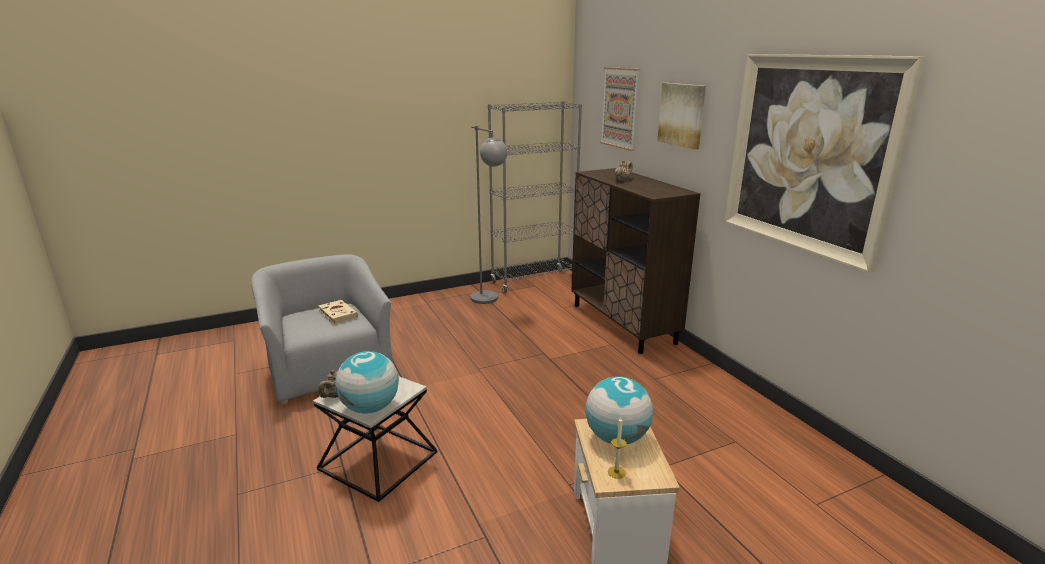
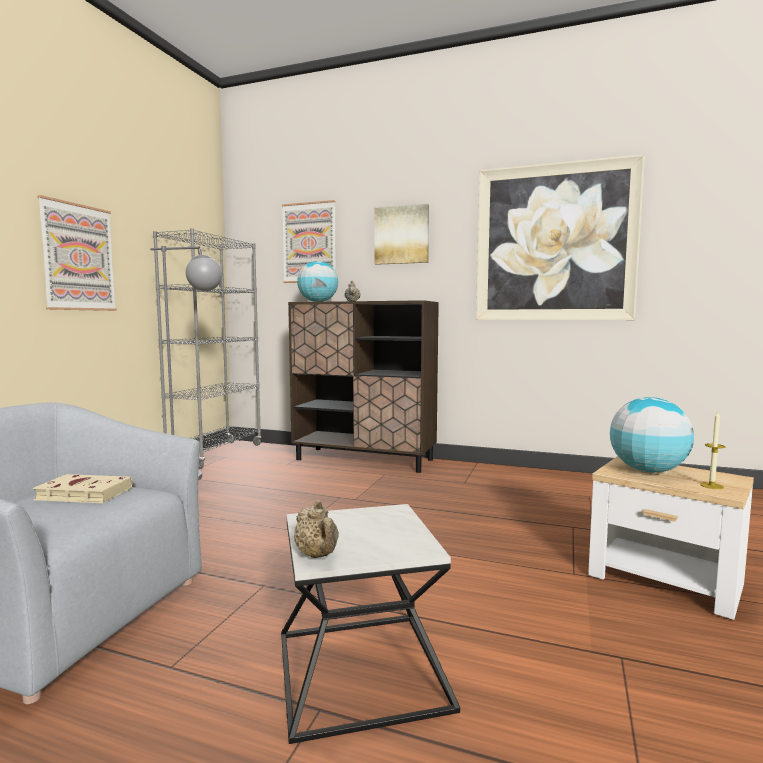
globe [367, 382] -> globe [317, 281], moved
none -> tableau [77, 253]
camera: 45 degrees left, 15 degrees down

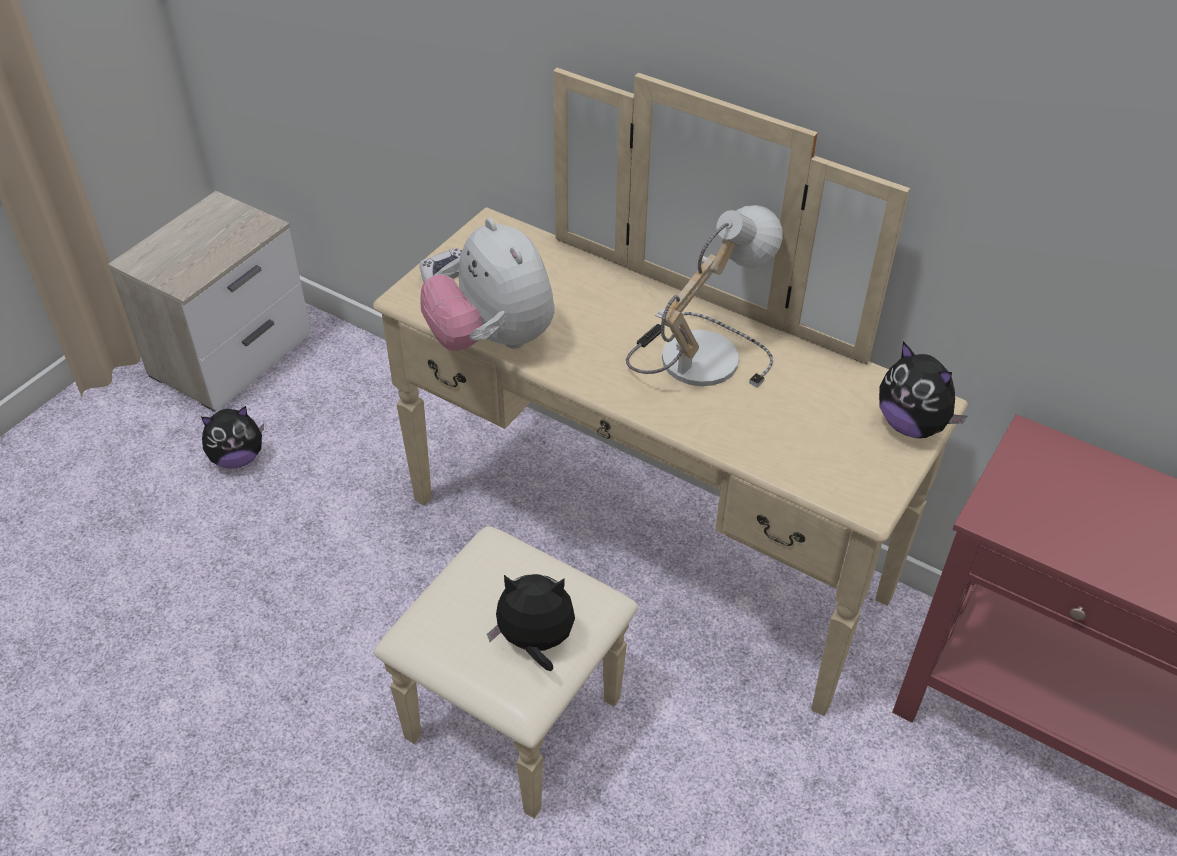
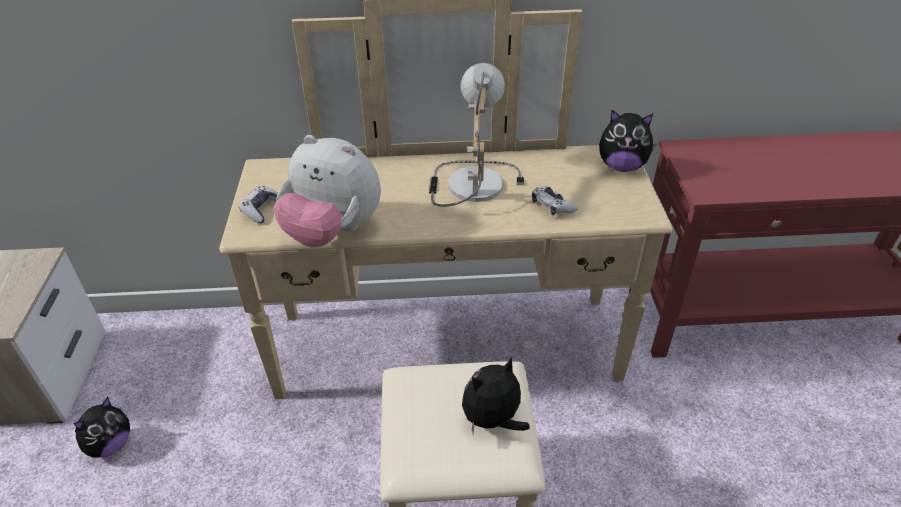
none -> manette [555, 200]
camera: 35 degrees left, 5 degrees down

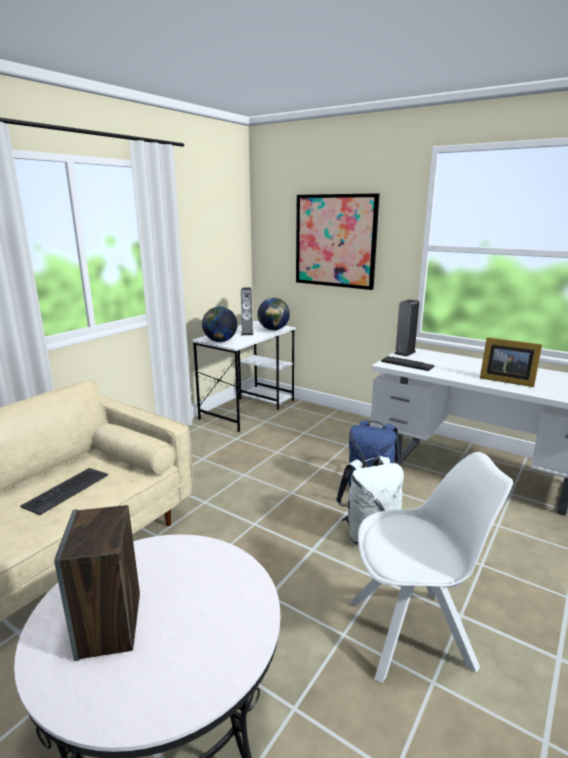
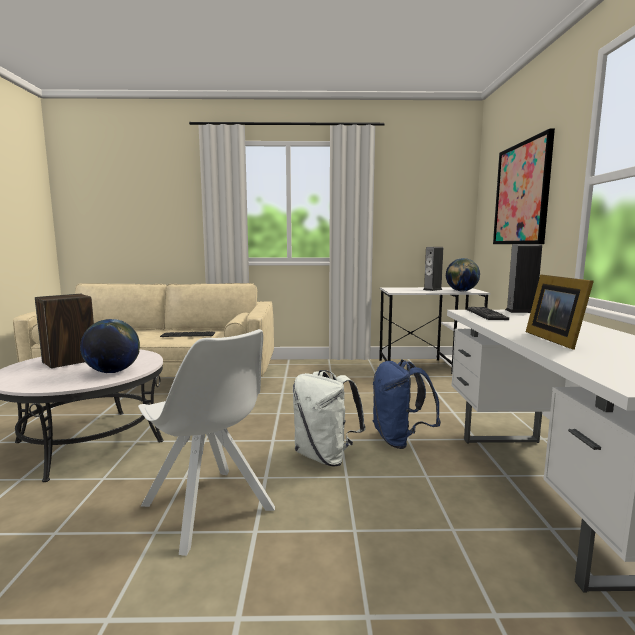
globe [219, 324] -> globe [110, 346], moved
camera: 55 degrees right, 10 degrees down

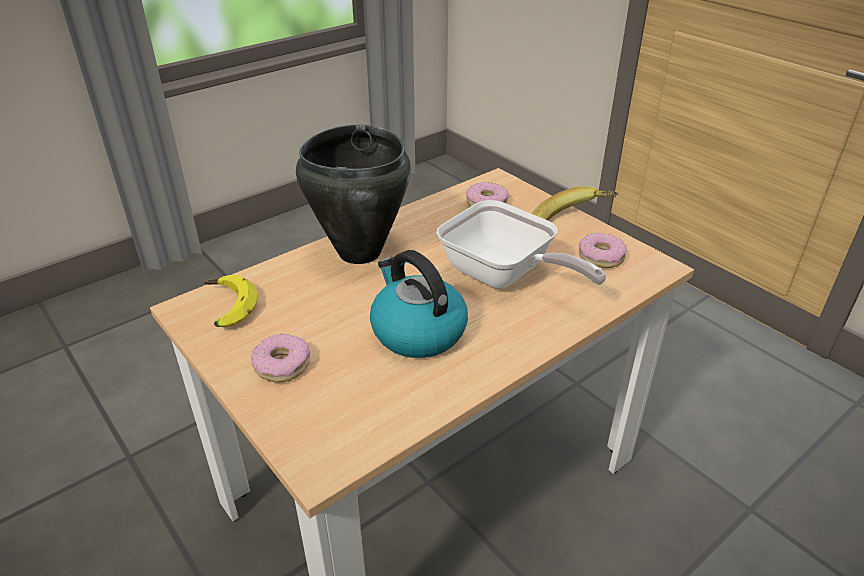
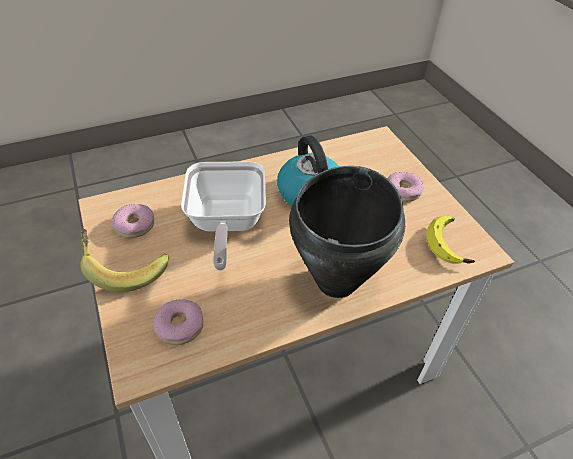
poêle [521, 244] -> poêle [223, 216], 150 degrees counterclockwise
camera: 165 degrees left, 10 degrees up

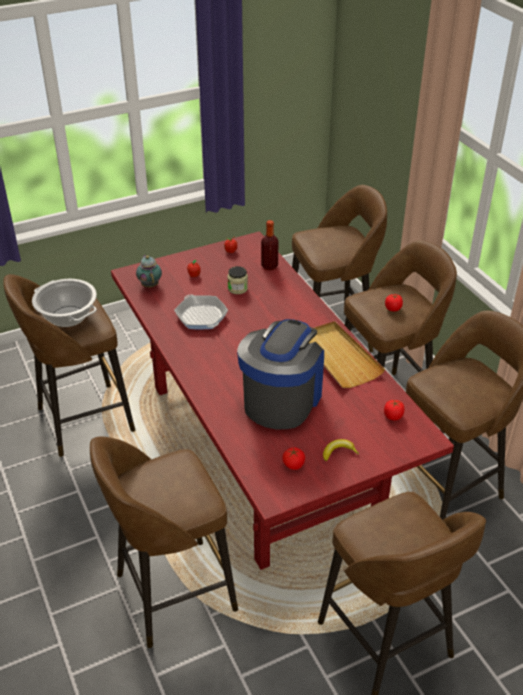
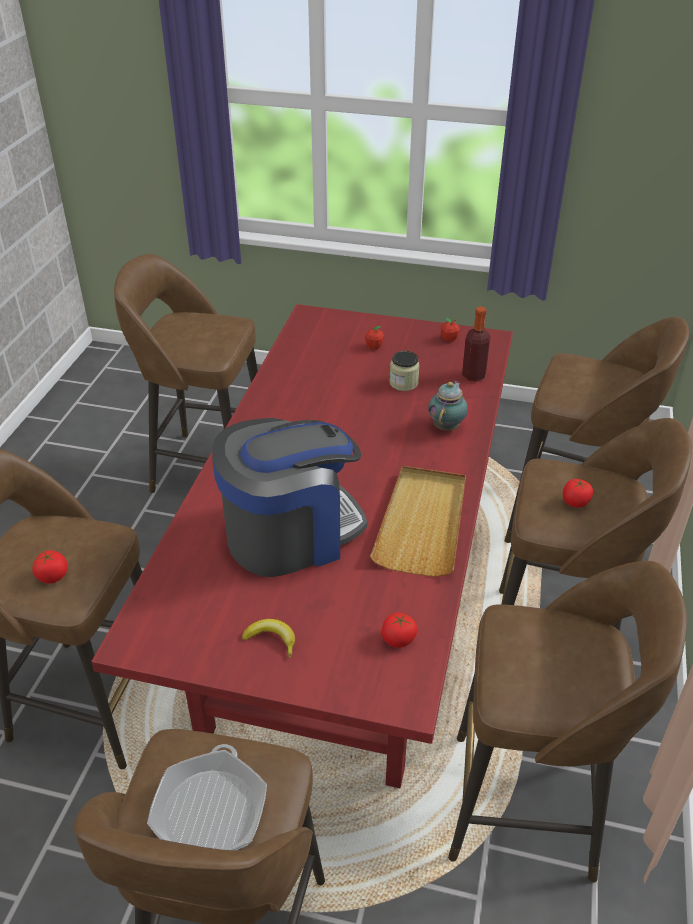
marmite [64, 303] -> none
théière [149, 271] -> théière [448, 405], moved
poêle [201, 311] -> poêle [207, 797], moved
tomate [293, 458] -> tomate [50, 567], moved
camera: 40 degrees right, 0 degrees up

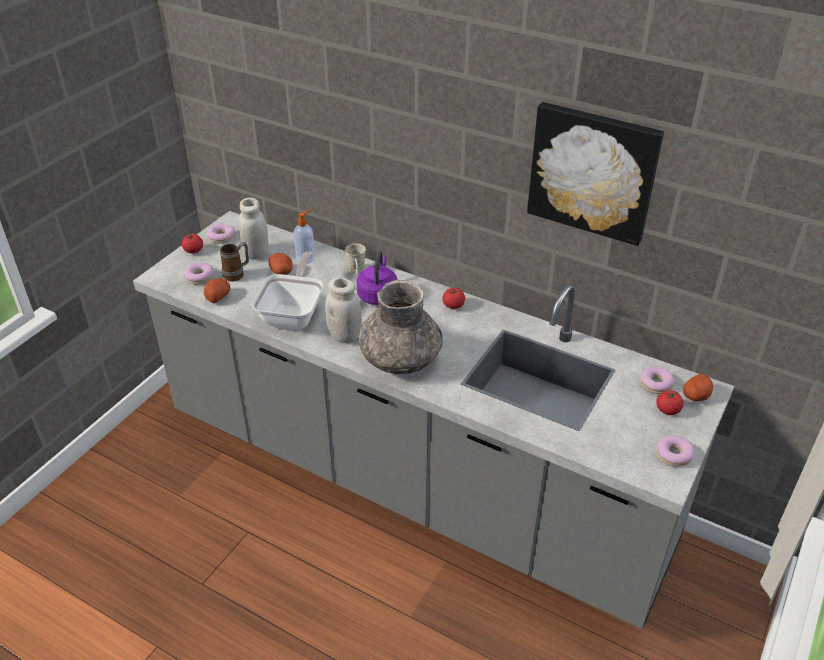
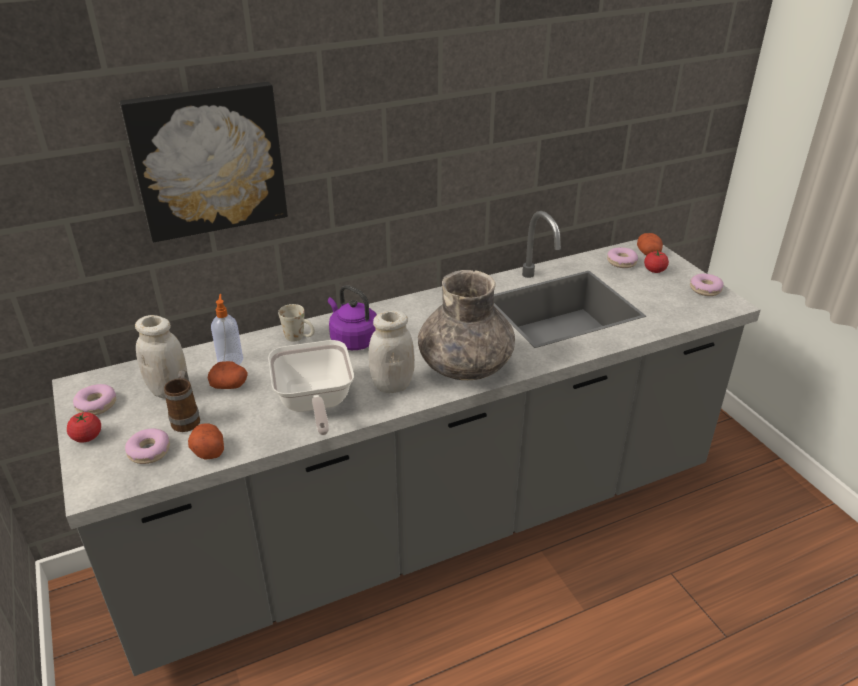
poêle [287, 291] -> poêle [311, 387], 150 degrees counterclockwise
tomate [453, 298] -> none
tableau [595, 174] -> tableau [204, 162], moved
camera: 55 degrees left, 5 degrees down

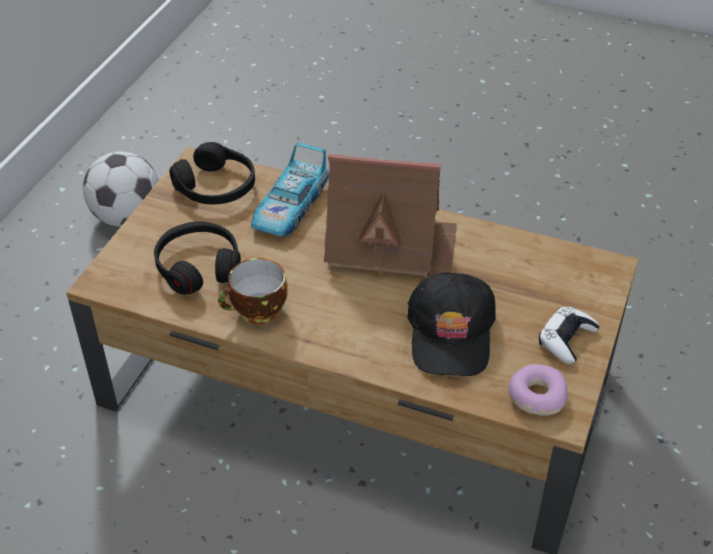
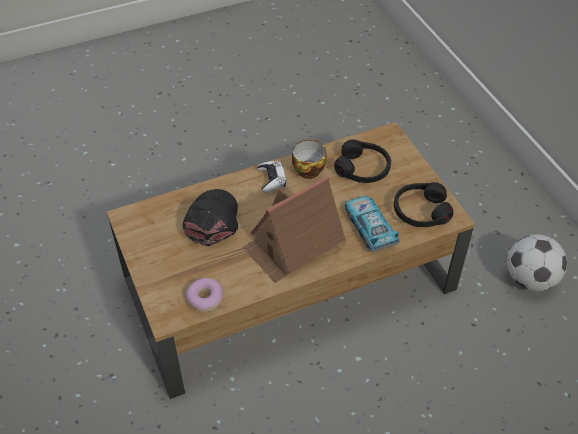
casquette (noir) [451, 324] -> casquette (noir) [210, 218], 45 degrees clockwise
beignet [538, 390] -> beignet [204, 295], moved
manette (blanc) [569, 335] -> manette (blanc) [271, 177], moved
camera: 135 degrees right, 5 degrees up

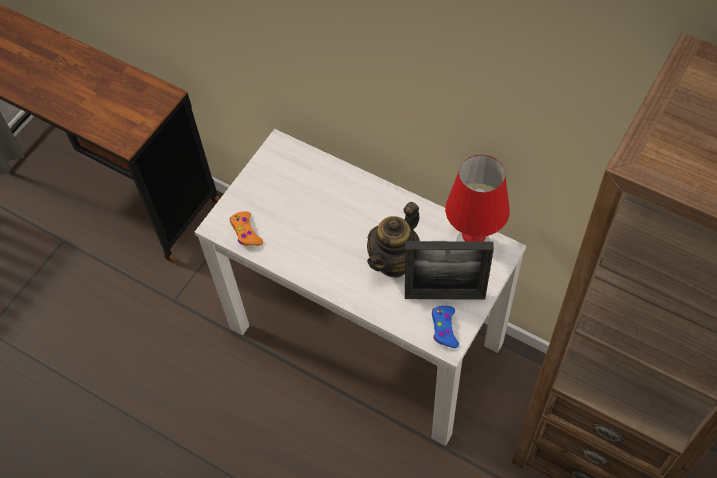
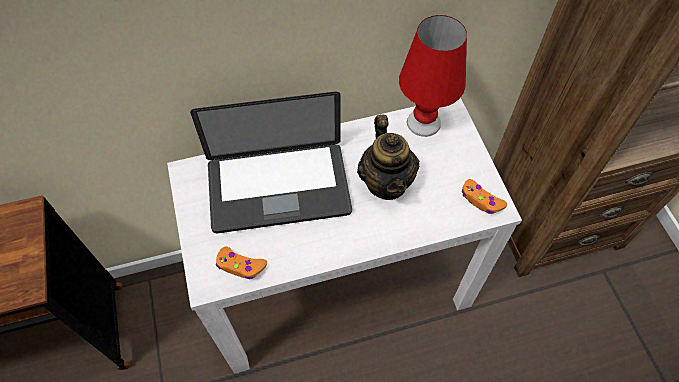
cadre photo [449, 270] -> none
manette (bleu) [445, 327] -> manette (orange) [484, 196]
none -> ordinateur portable [271, 162]
camera: 50 degrees left, 0 degrees up

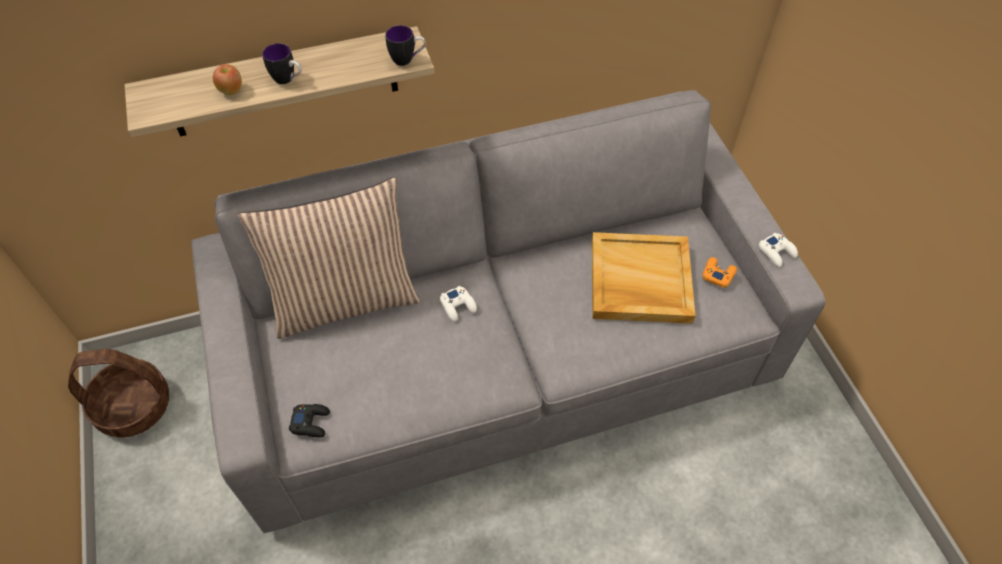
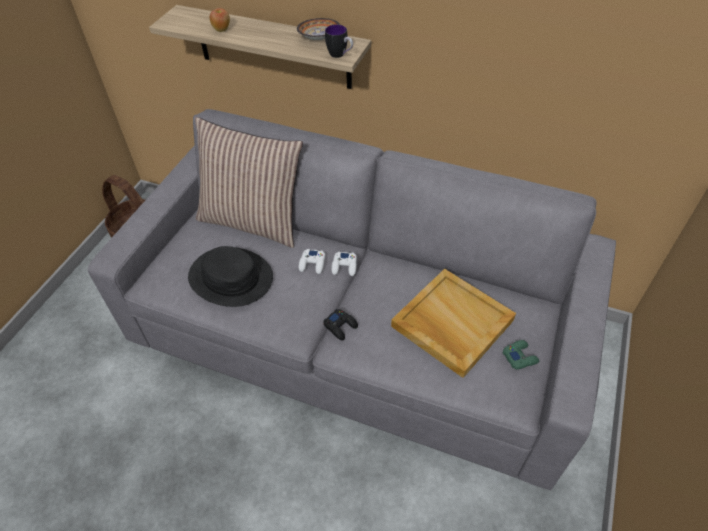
mug [282, 63] -> none
manette (noir) [309, 420] -> manette (noir) [340, 324], moved
manette (orange) [719, 272] -> manette (vert) [520, 355]
manette (blanc) [778, 250] -> manette (blanc) [344, 264], moved
none -> chapeau (noir) [230, 276]
none -> bol [318, 29]
camera: 40 degrees right, 5 degrees down

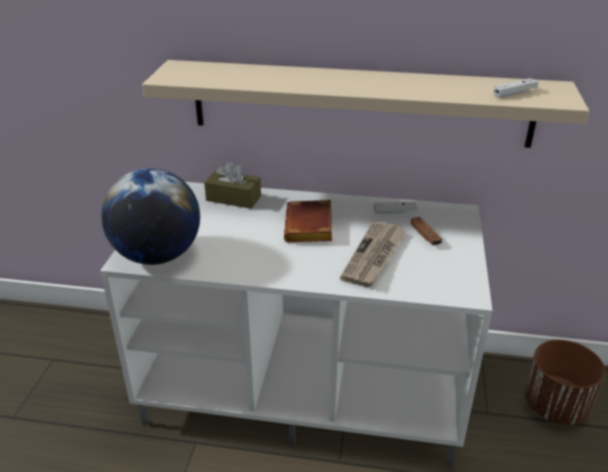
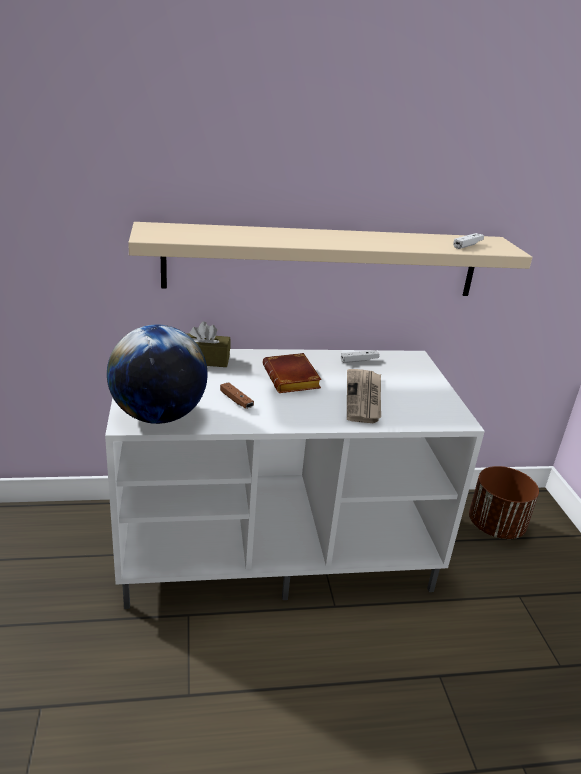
manette (marron) [426, 231] -> manette (marron) [237, 395], moved
camera: 20 degrees left, 5 degrees down

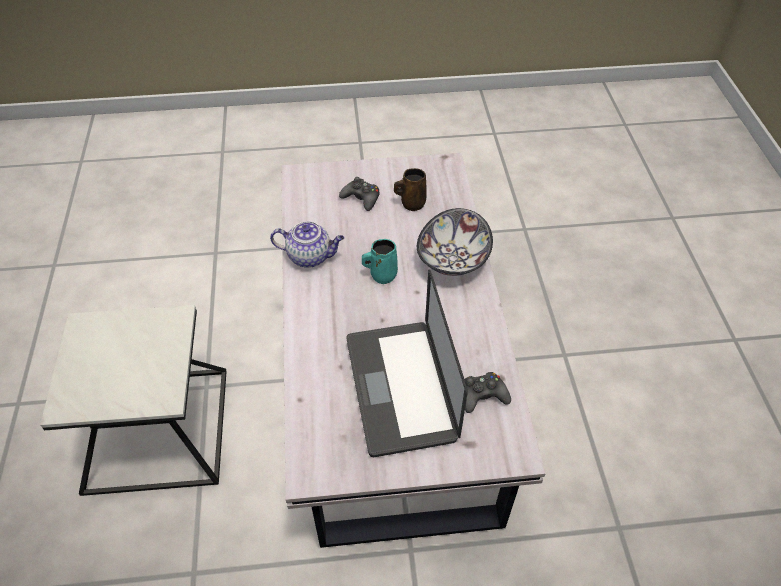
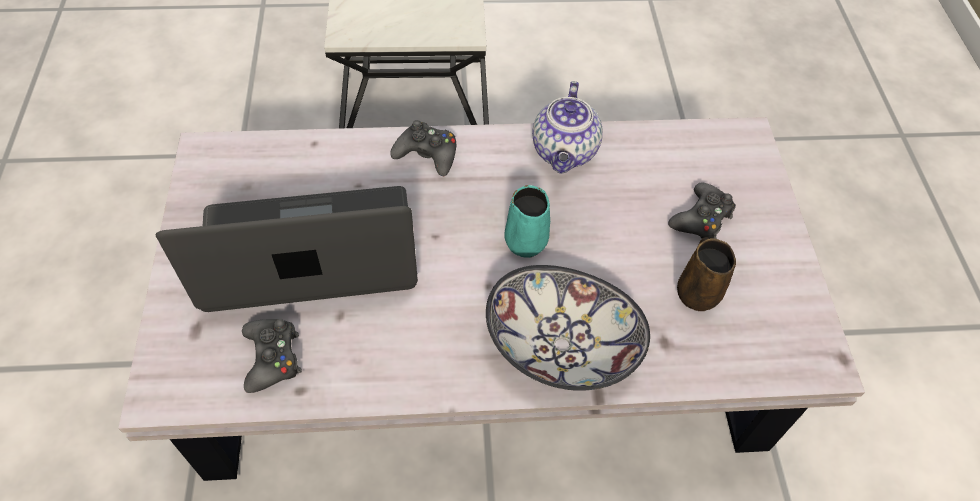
none -> manette (noir) [423, 148]
camera: 90 degrees right, 5 degrees up

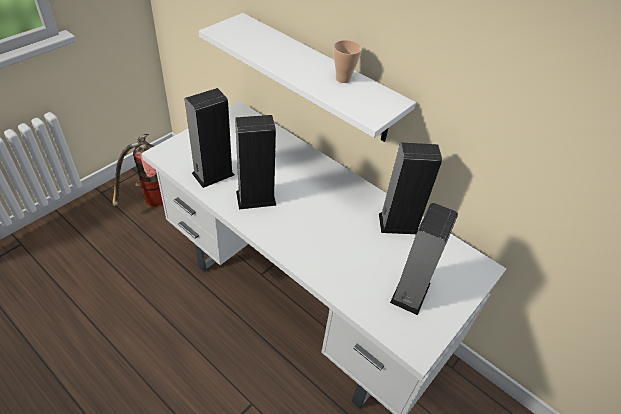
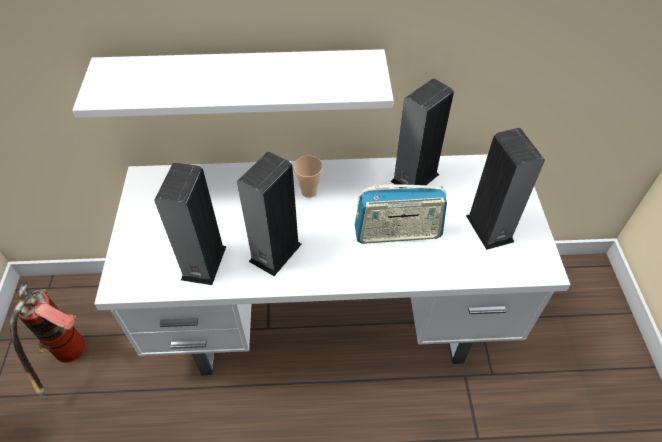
tasse [347, 61] -> tasse [308, 177], moved
none -> radio [401, 214]
camera: 40 degrees left, 5 degrees up

